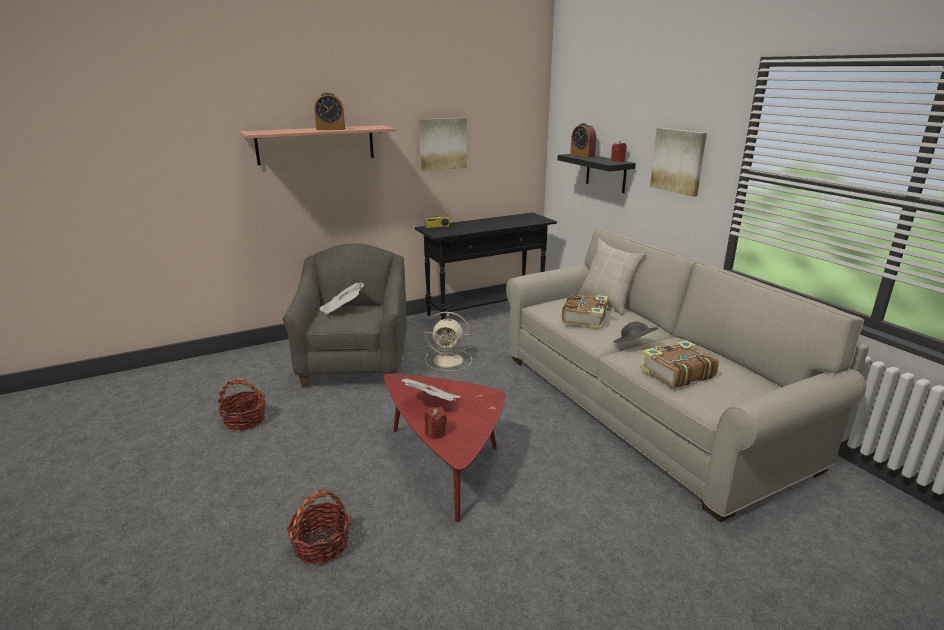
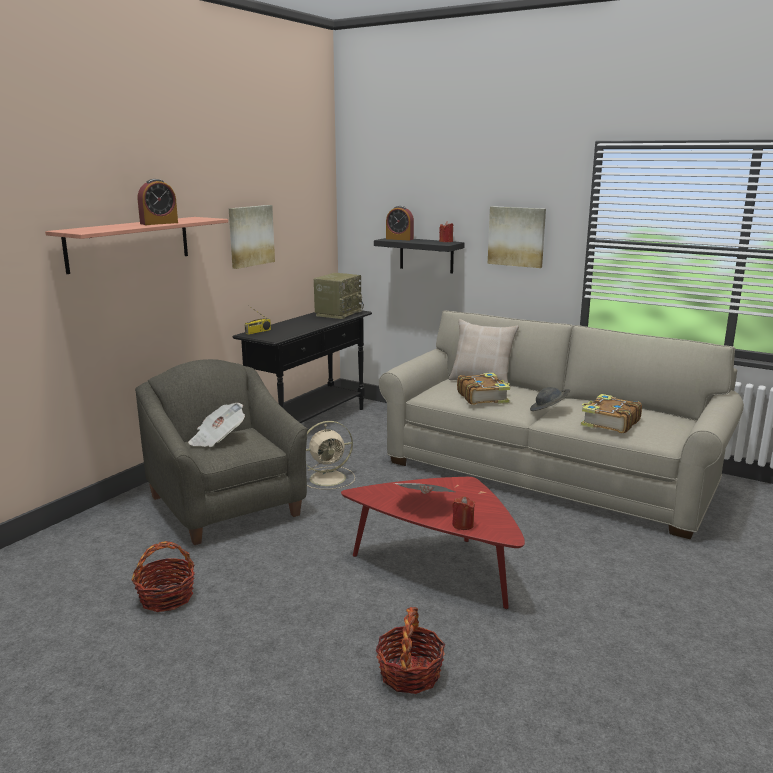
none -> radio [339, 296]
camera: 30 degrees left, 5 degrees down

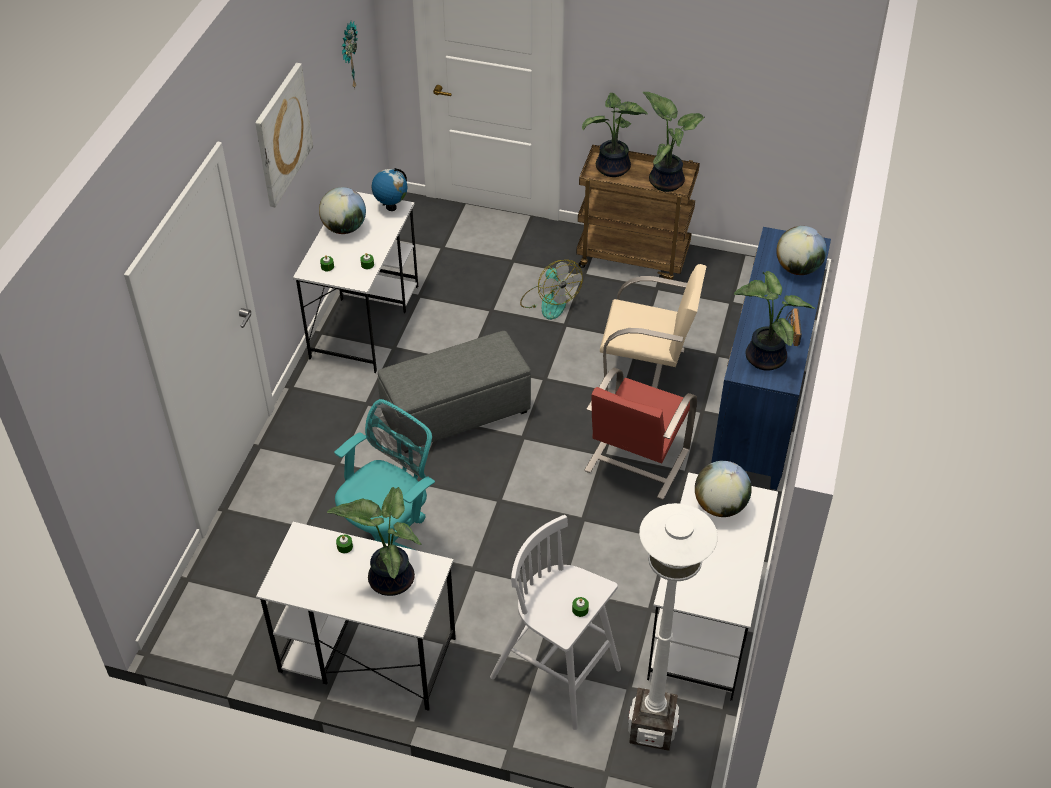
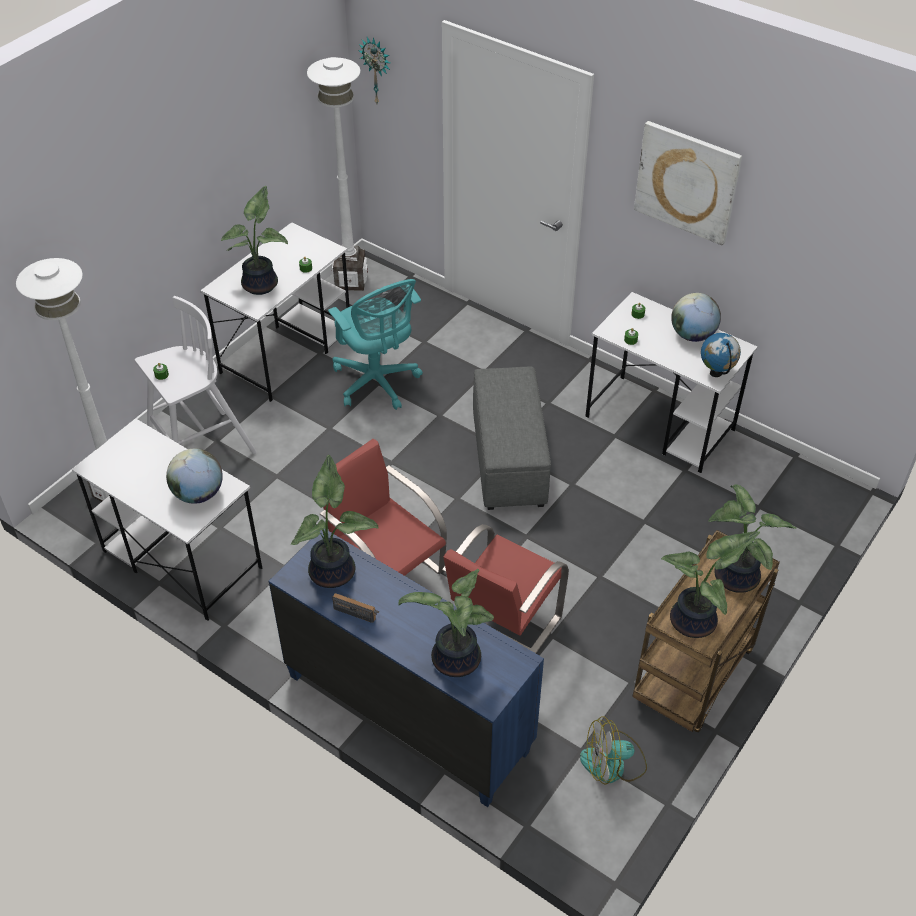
horloge murale [350, 54] -> horloge murale [374, 70], moved
ventilateur [551, 290] -> ventilateur [613, 750], moved
chaise (beige) [653, 329] -> chaise (rouge) [505, 588]
globe [801, 250] -> plante en pot [446, 623]
none -> lampadaire (blanc) [337, 174]
camera: 110 degrees right, 0 degrees up

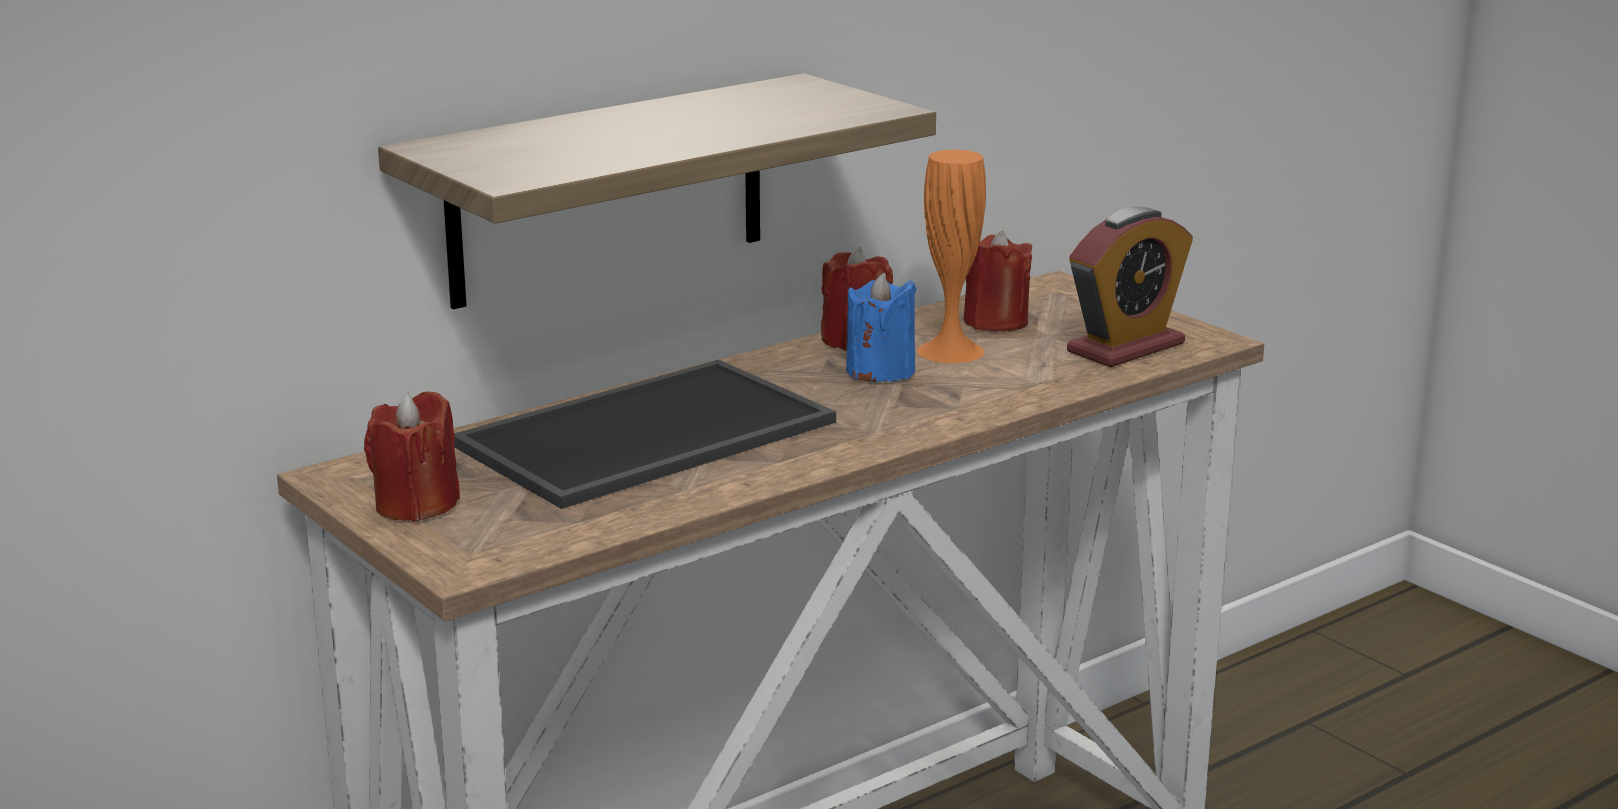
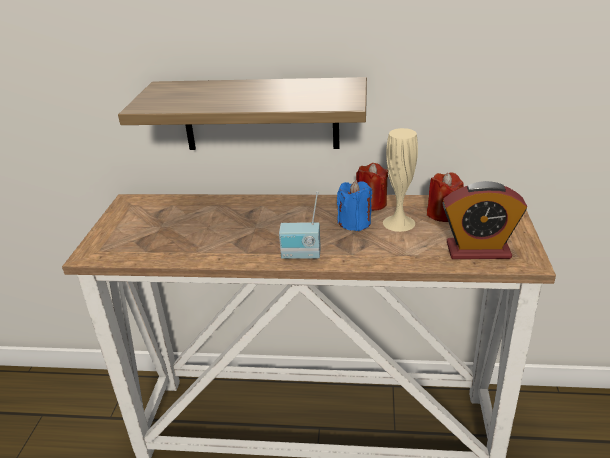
bougie (rouge) [412, 456] -> none
plateau [645, 434] -> none
vase (orange) [951, 256] -> vase (beige) [400, 180]
none -> radio [300, 225]
camera: 45 degrees right, 10 degrees up

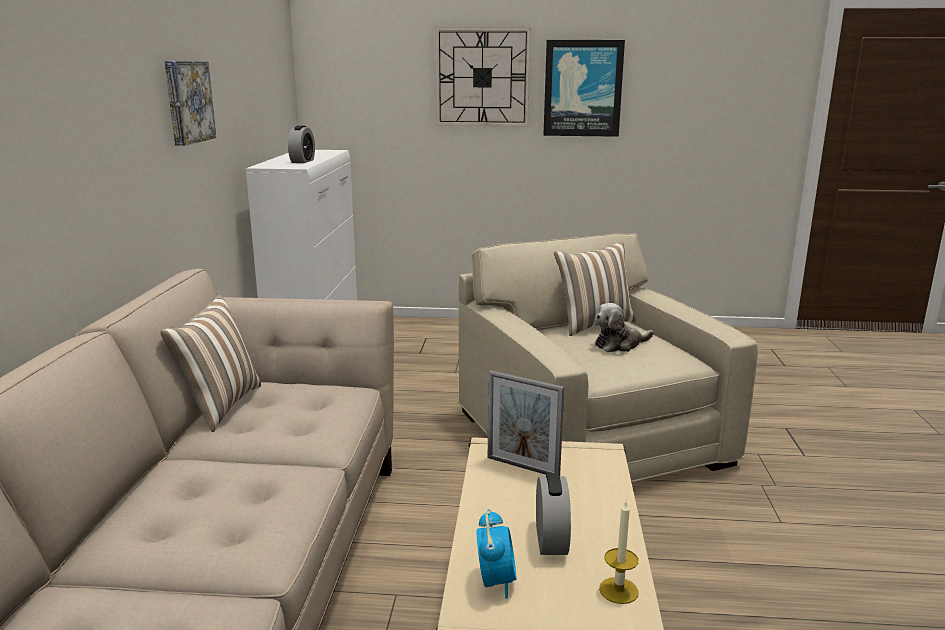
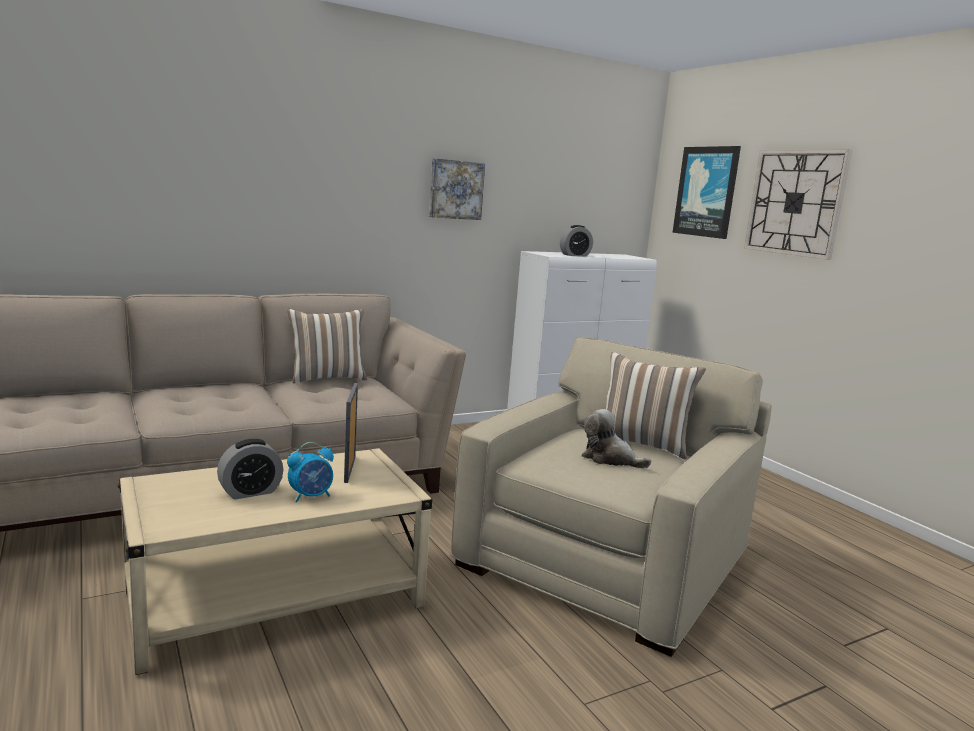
réveil [496, 554] -> réveil [310, 472], moved
tableau [584, 88] -> tableau [706, 192], moved
bougie [619, 552] -> none
camera: 55 degrees right, 5 degrees down

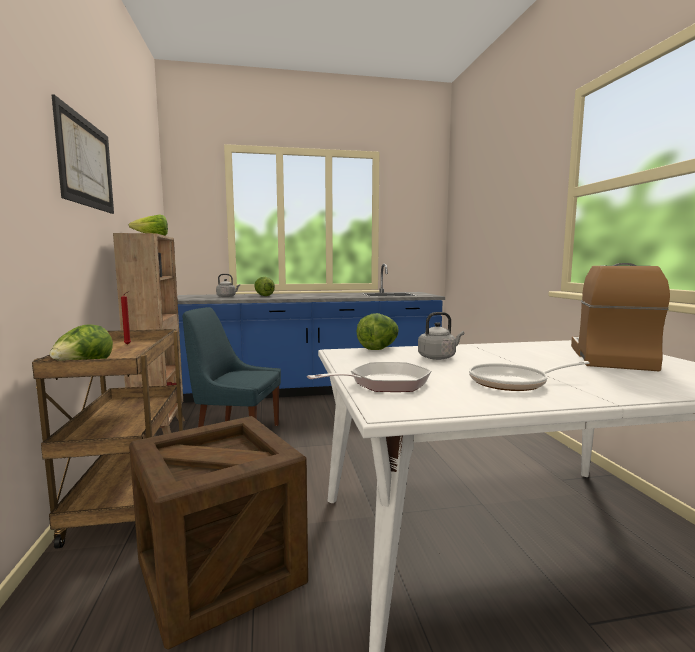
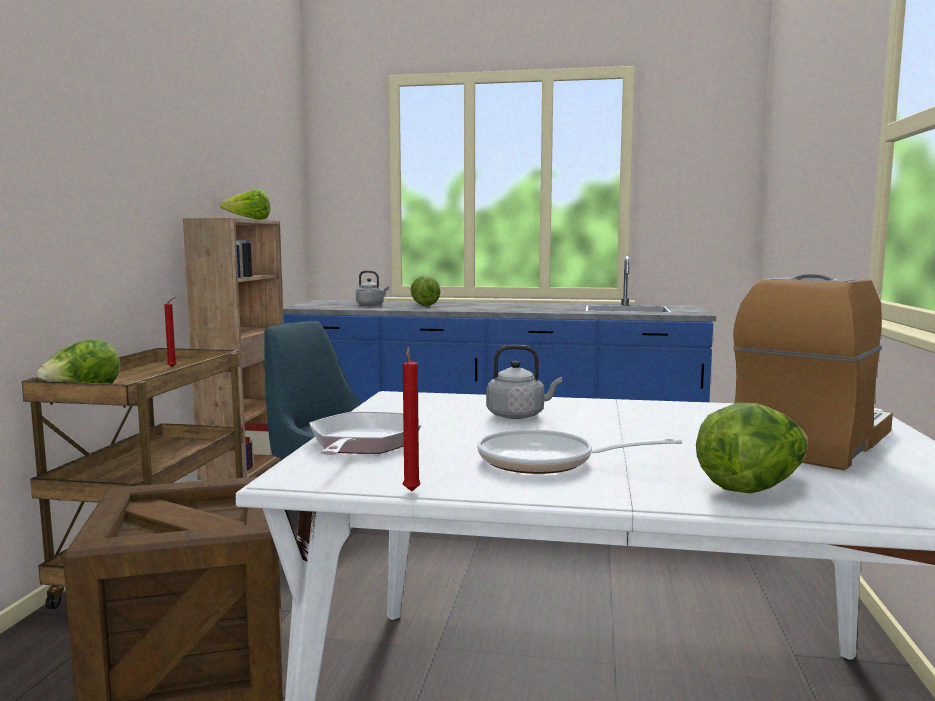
tableau [82, 154] -> none
poêle [369, 377] -> poêle [365, 433], 75 degrees counterclockwise
laitue [378, 331] -> laitue [751, 448], moved
none -> bougie (rouge) [412, 419]
camera: 20 degrees right, 0 degrees up

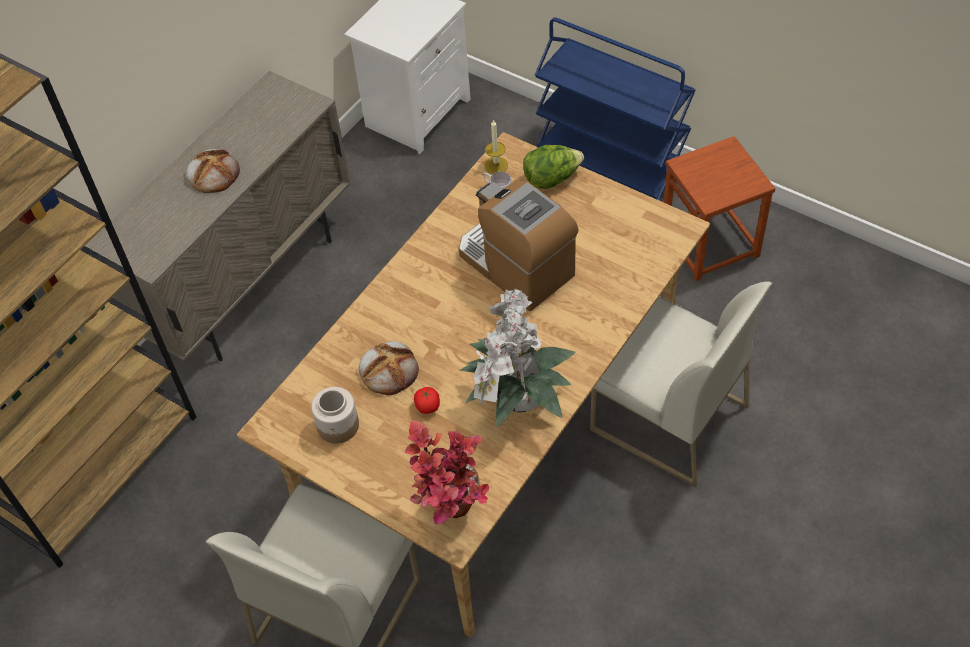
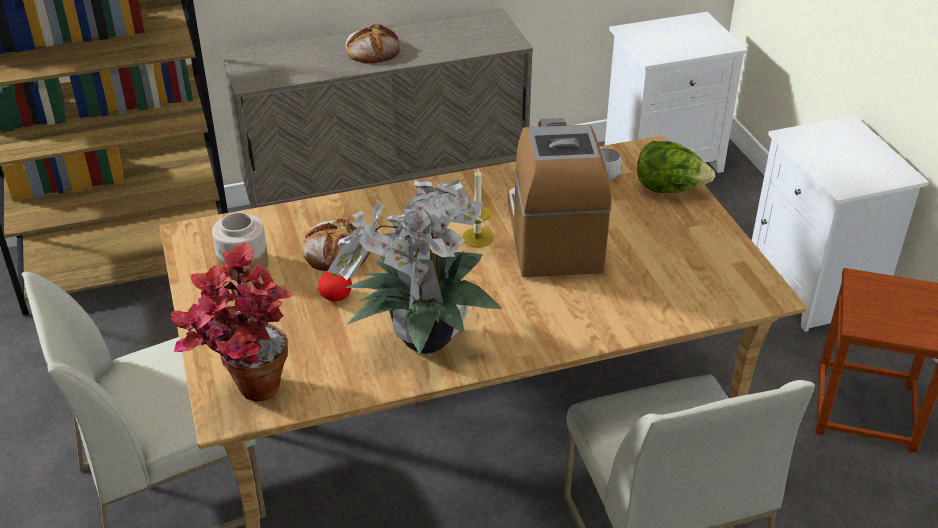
bougie [496, 146] -> bougie [477, 208], moved
chariot (bleu) [615, 109] -> table de chevet (blanc) [840, 224]
camera: 35 degrees right, 15 degrees down

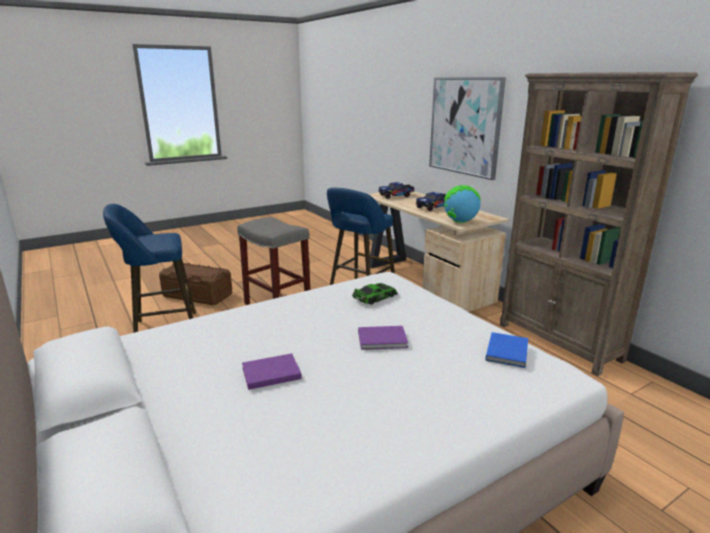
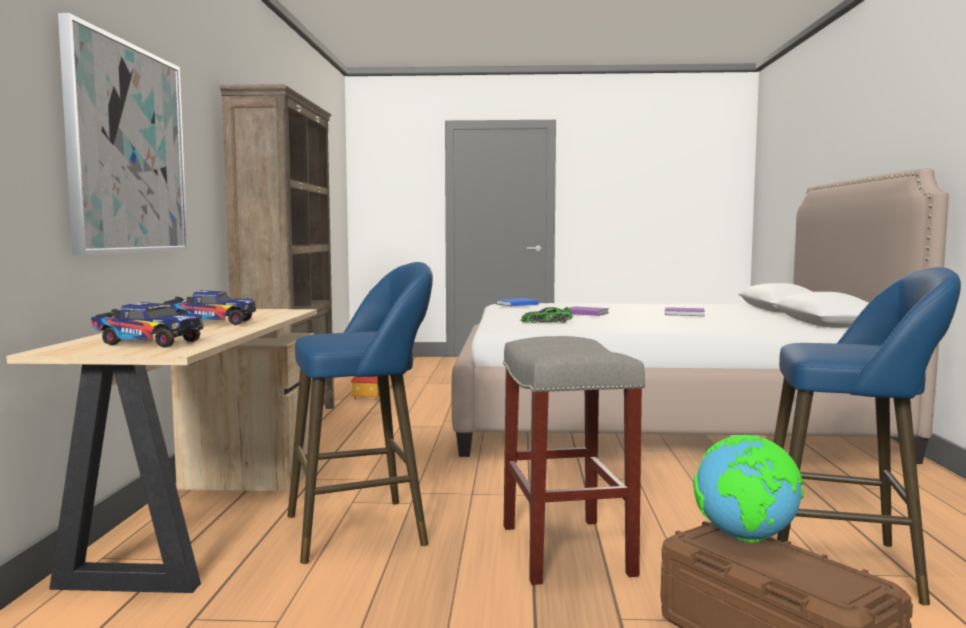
globe [462, 204] -> globe [749, 488], moved
none -> maison miniature [365, 388]
camera: 145 degrees left, 15 degrees down

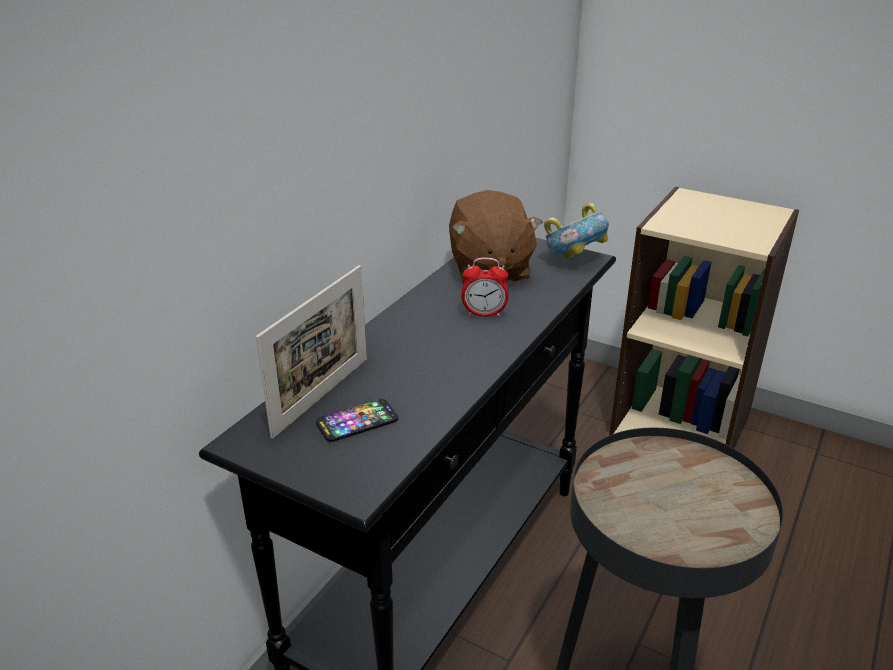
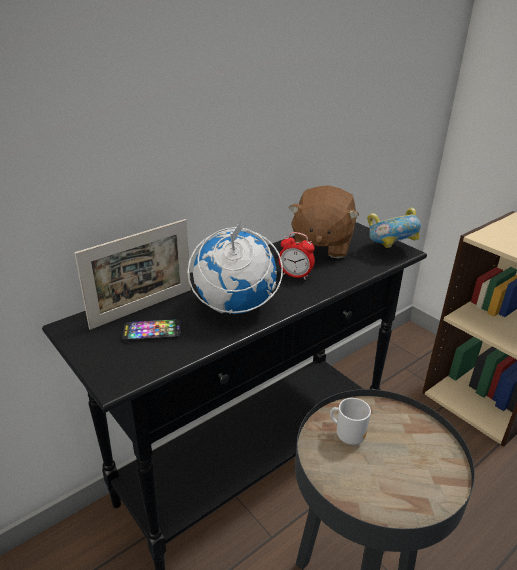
none -> globe [235, 266]
none -> mug [350, 421]
camera: 20 degrees right, 0 degrees up

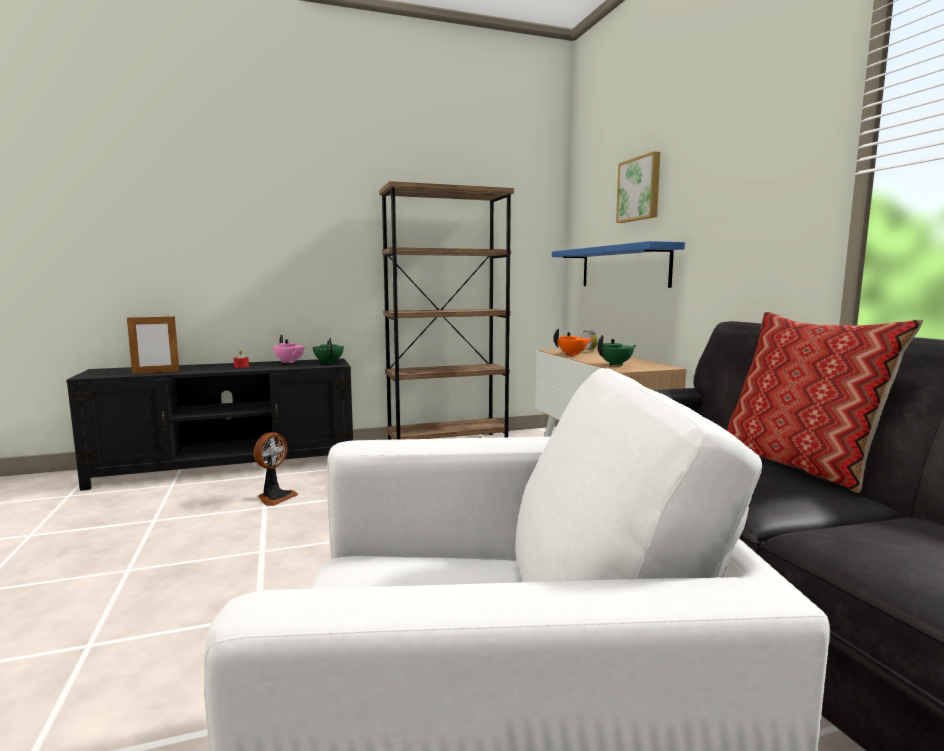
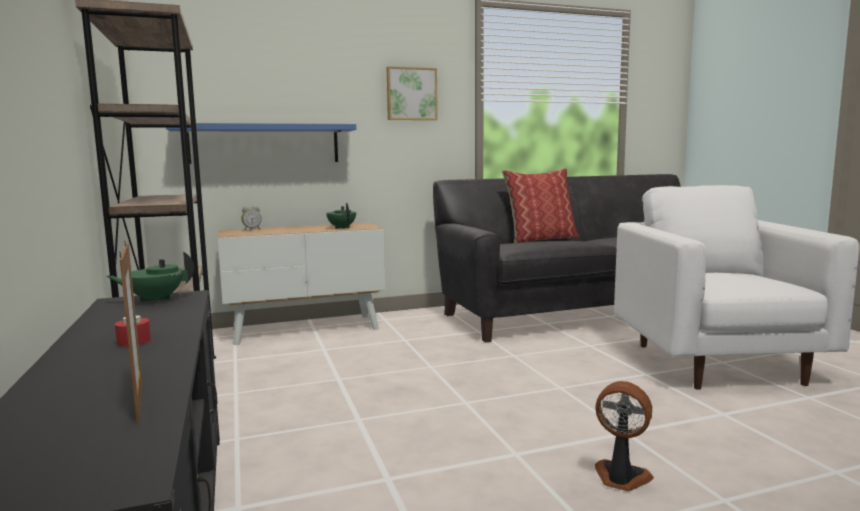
ventilateur [276, 469] -> ventilateur [624, 436], moved
théière (rose) [288, 349] -> none
théière (orange) [573, 342] -> none
tableau [638, 187] -> tableau [412, 93], moved
camera: 90 degrees left, 0 degrees up

